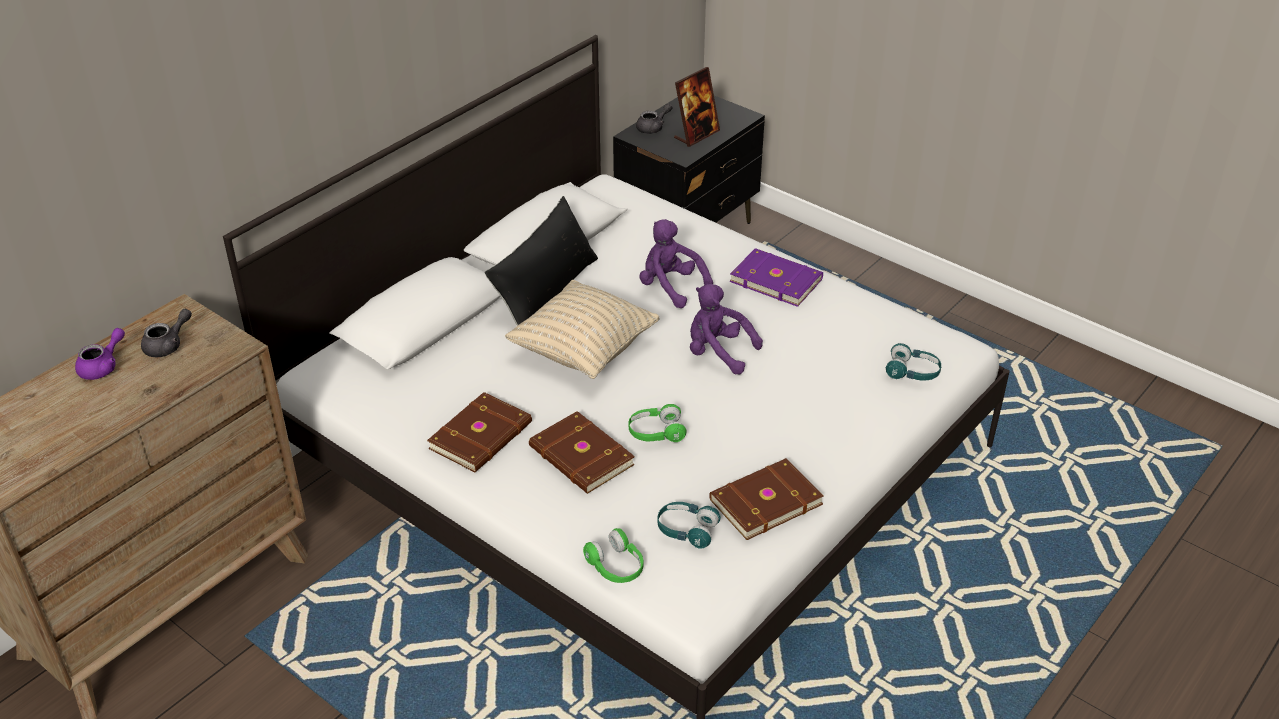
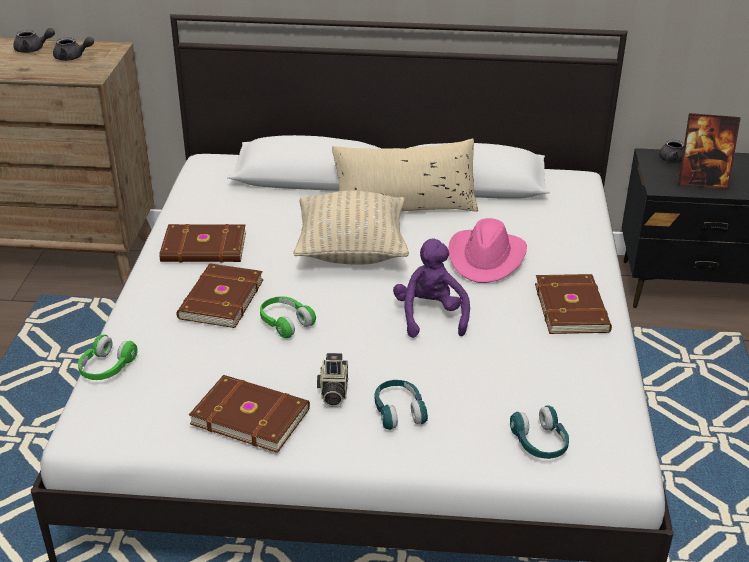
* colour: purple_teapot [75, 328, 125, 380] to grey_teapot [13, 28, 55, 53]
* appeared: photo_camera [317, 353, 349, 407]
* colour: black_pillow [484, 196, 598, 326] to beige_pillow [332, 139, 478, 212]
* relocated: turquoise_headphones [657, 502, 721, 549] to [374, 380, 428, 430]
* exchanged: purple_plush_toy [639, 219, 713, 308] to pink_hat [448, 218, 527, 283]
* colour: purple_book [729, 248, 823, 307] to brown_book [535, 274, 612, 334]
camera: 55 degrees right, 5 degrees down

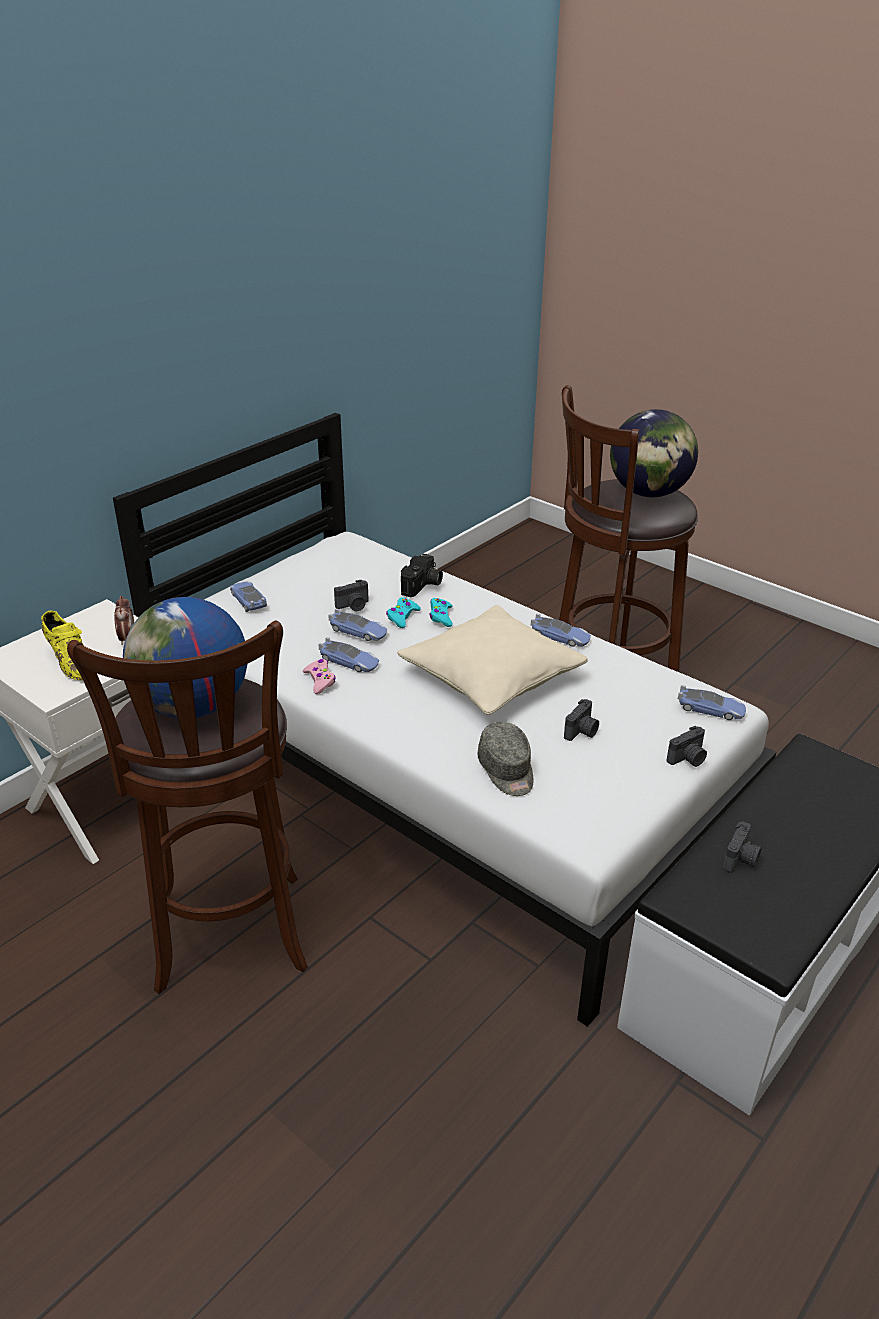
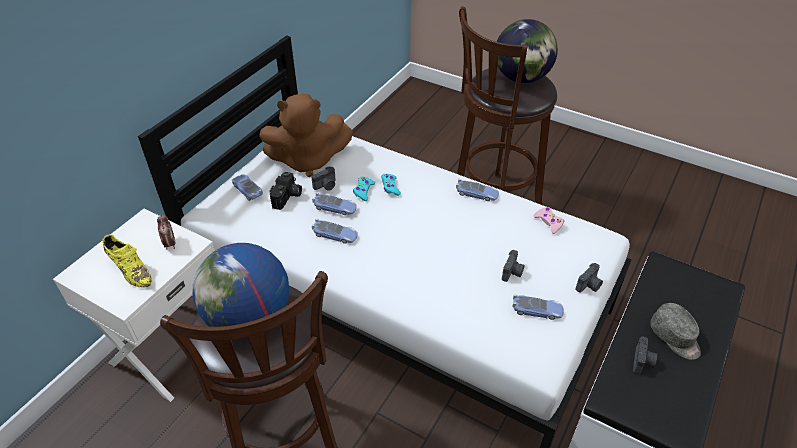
* appeared: brown_plush_toy [259, 94, 353, 177]
* relocated: photo_camera [401, 554, 443, 597] to [269, 172, 302, 210]
* relocated: toy_car [678, 685, 746, 720] to [512, 294, 564, 320]
* relocated: pink_game_controller [303, 659, 336, 694] to [533, 207, 564, 234]
* relocated: grey_cap [477, 722, 533, 796] to [650, 303, 701, 360]
* missing: beige_pillow [397, 605, 588, 715]
camera: 10 degrees left, 10 degrees up

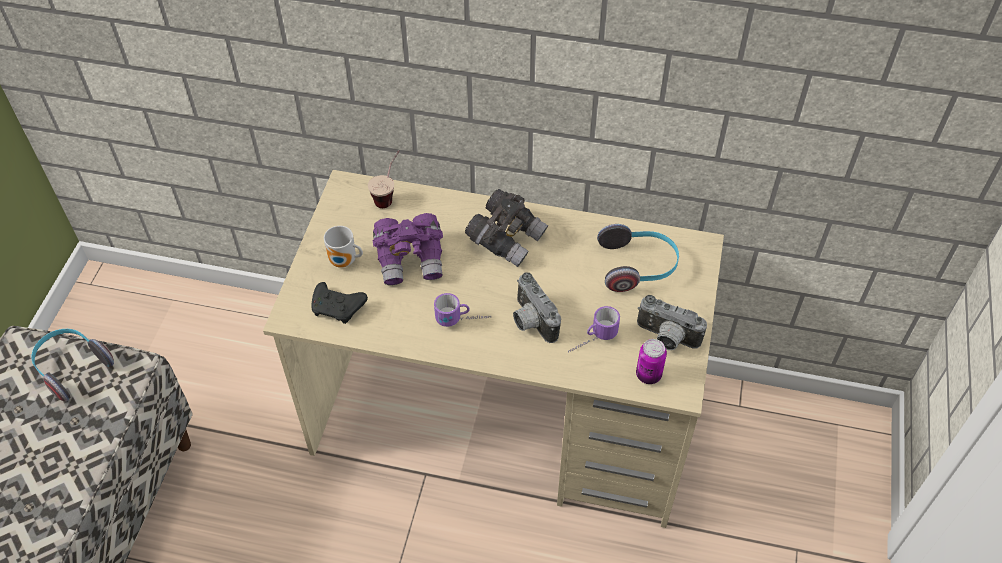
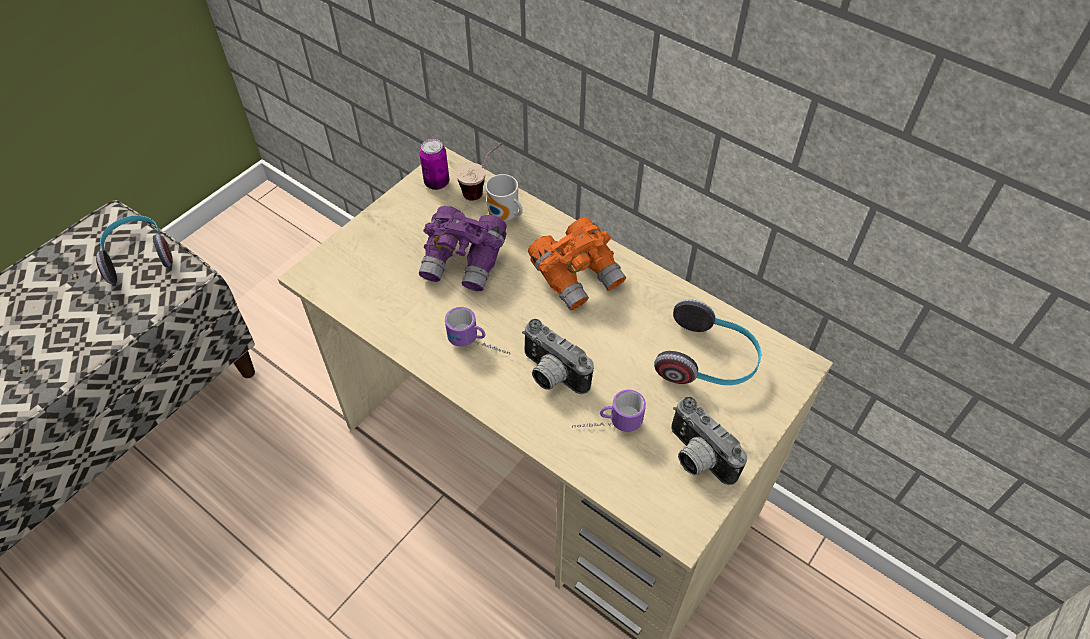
* relocated: can [636, 339, 667, 384] to [419, 139, 449, 190]
* relocated: mug [324, 226, 363, 268] to [486, 174, 523, 222]
* spun: photo_camera [513, 272, 561, 343] = [522, 319, 594, 394] 45 degrees counterclockwise
* colour: grey_binoculars [465, 189, 548, 267] to orange_binoculars [528, 217, 626, 310]
* missing: black_game_controller [311, 282, 368, 324]
camera: 25 degrees right, 0 degrees up

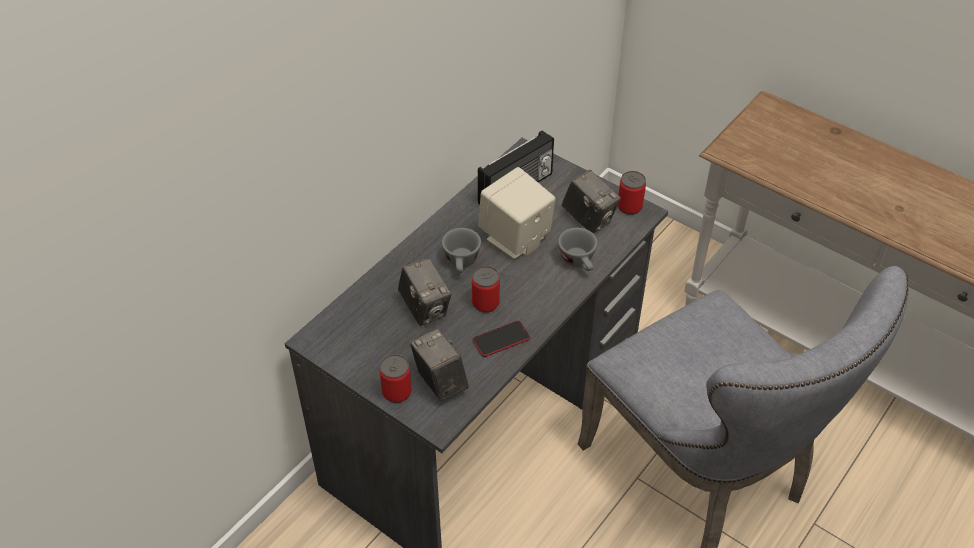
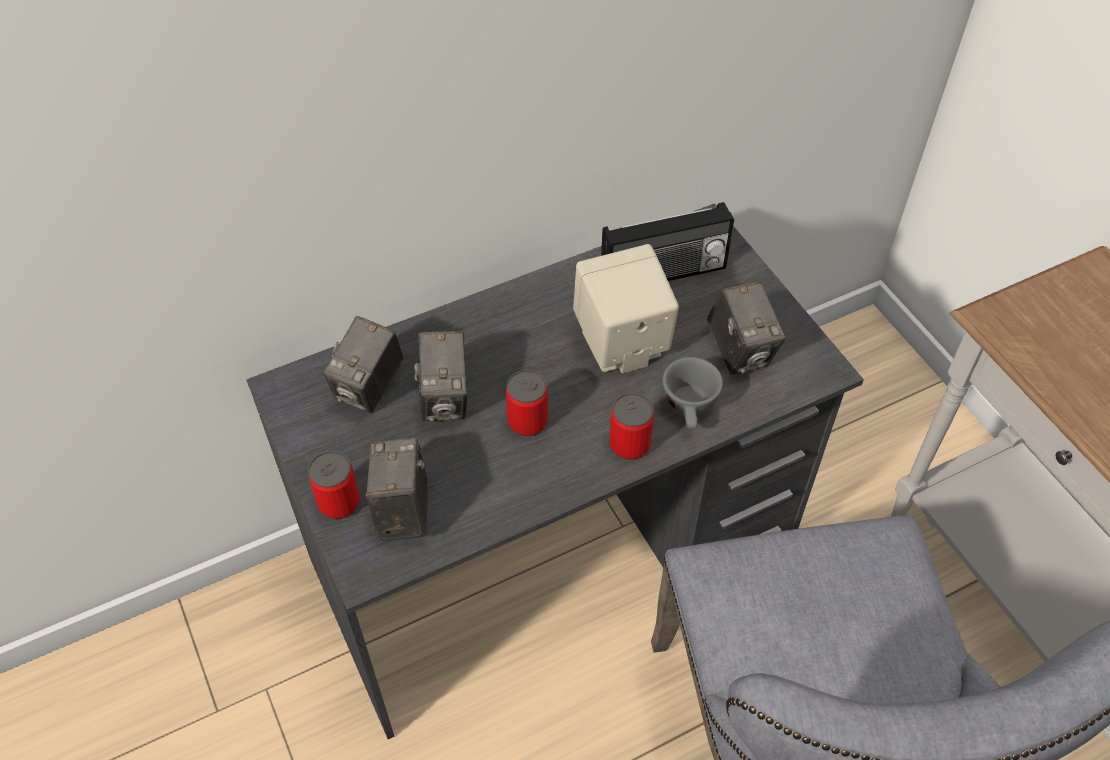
* appeared: photo_camera [324, 316, 403, 413]
* relocated: can [618, 171, 646, 215] to [610, 393, 654, 460]
* missing: grey_cup [442, 228, 481, 273]
* missing: phone [472, 321, 530, 357]
camera: 25 degrees right, 5 degrees up

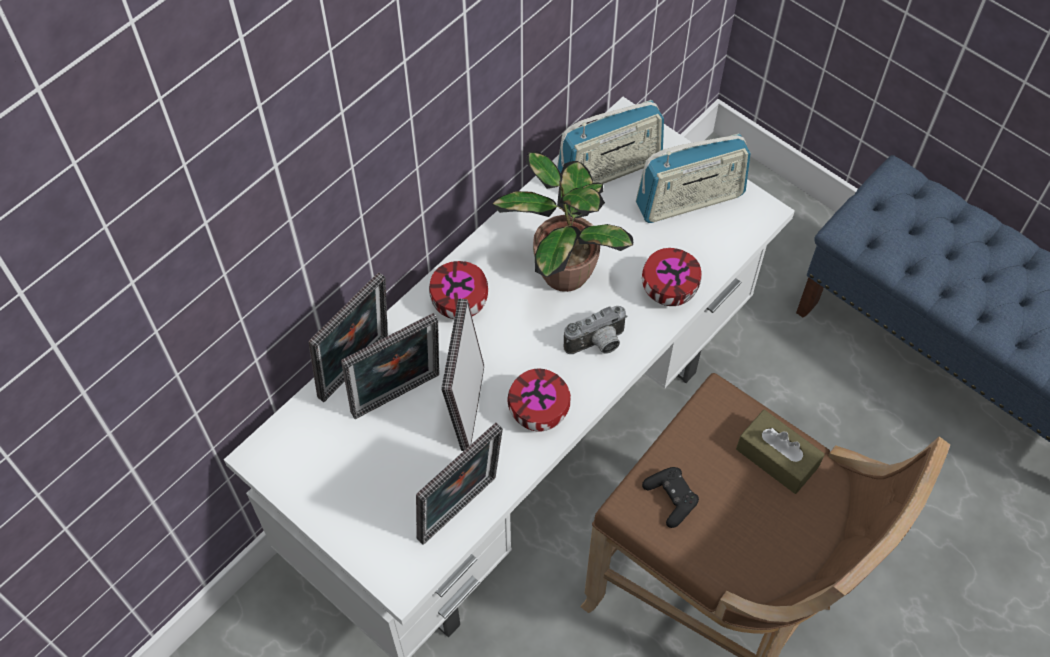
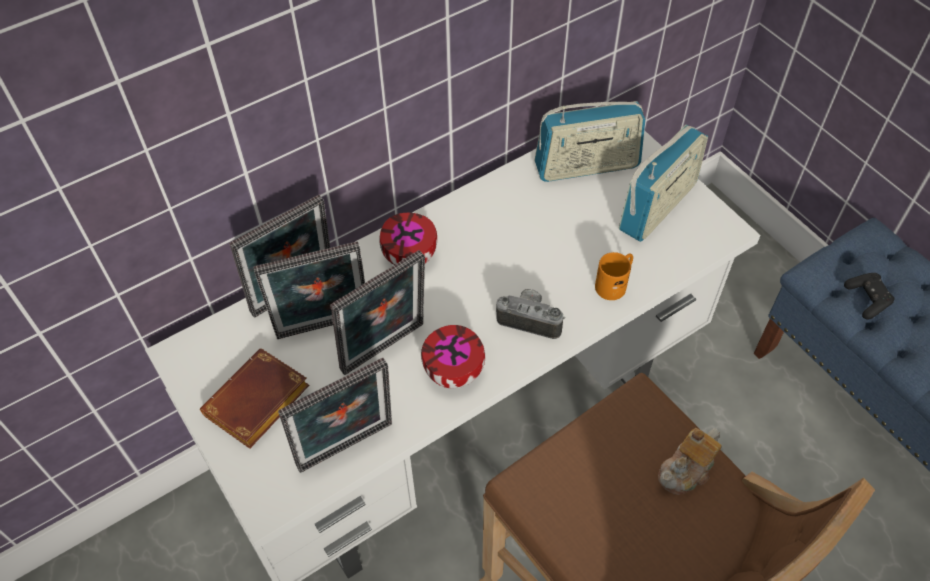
* appeared: brown_book [200, 348, 309, 449]
* spun: picture_frame [441, 299, 484, 451] = [330, 250, 425, 375] 150 degrees counterclockwise
* spun: photo_camera [564, 306, 628, 354] = [496, 289, 565, 339] 150 degrees counterclockwise
* exchanged: bowl [642, 248, 702, 306] to orange_mug [595, 252, 633, 300]
* spun: radio [636, 133, 751, 223] = [619, 125, 708, 242] 45 degrees counterclockwise
* exchanged: brown_tissue_box [736, 410, 825, 494] to teapot [658, 428, 721, 495]
* relocated: black_game_controller [642, 467, 699, 528] to [844, 273, 895, 319]
* missing: potted_plant [492, 151, 633, 292]
camera: 15 degrees right, 5 degrees down

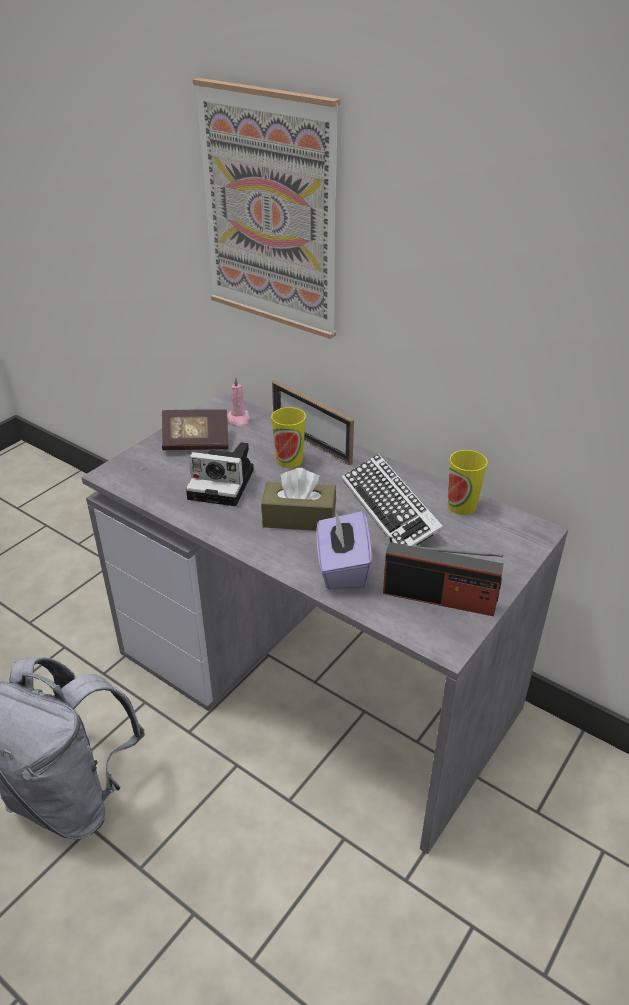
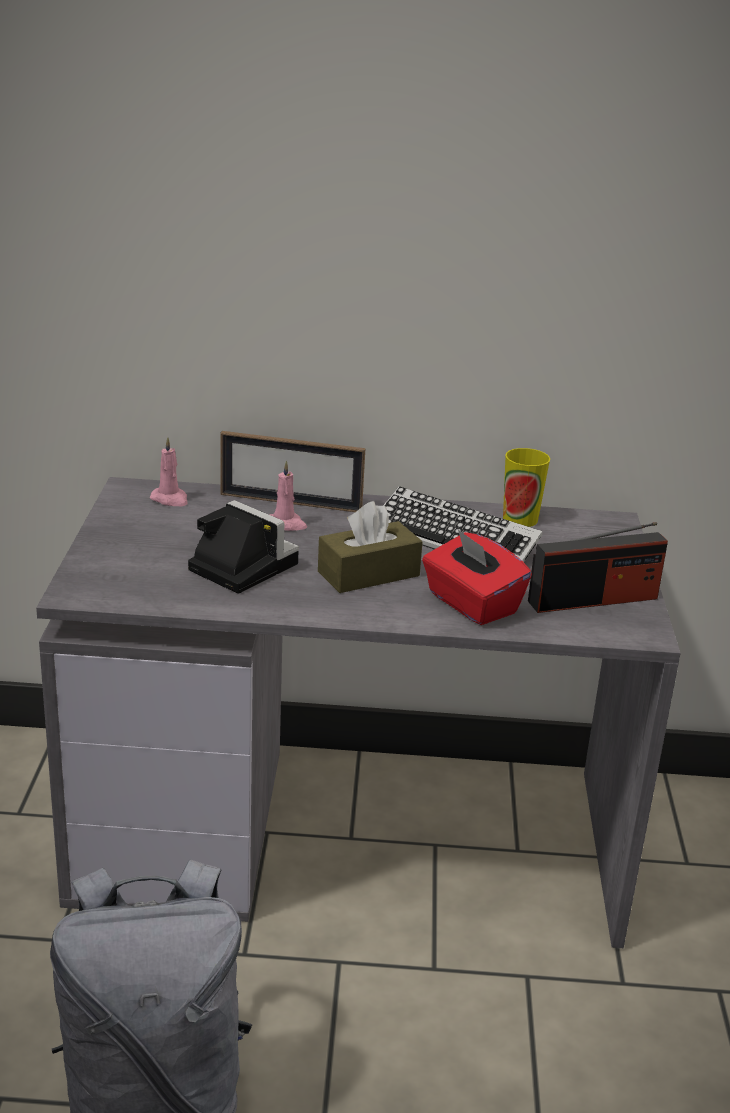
* spun: photo_camera [186, 442, 254, 506] = [188, 500, 299, 594] 120 degrees counterclockwise
* exchanged: cup [271, 407, 306, 468] to pink_candle [269, 460, 307, 531]
* colour: purple_tissue_box [317, 511, 372, 589] to red_tissue_box [422, 529, 532, 625]
* missing: book [162, 409, 229, 450]
* missing: picture [193, 78, 340, 339]
camera: 35 degrees left, 10 degrees down

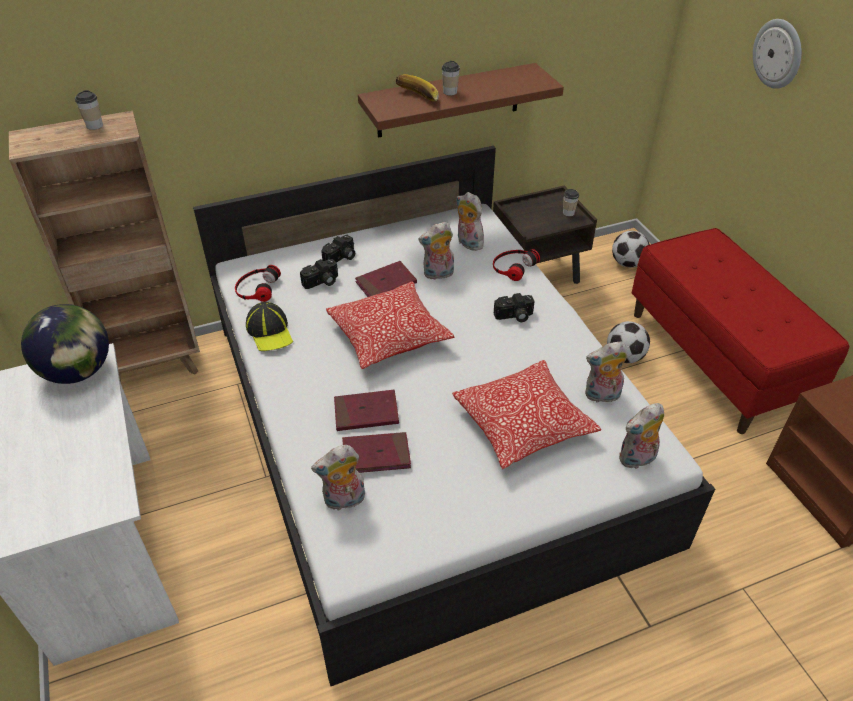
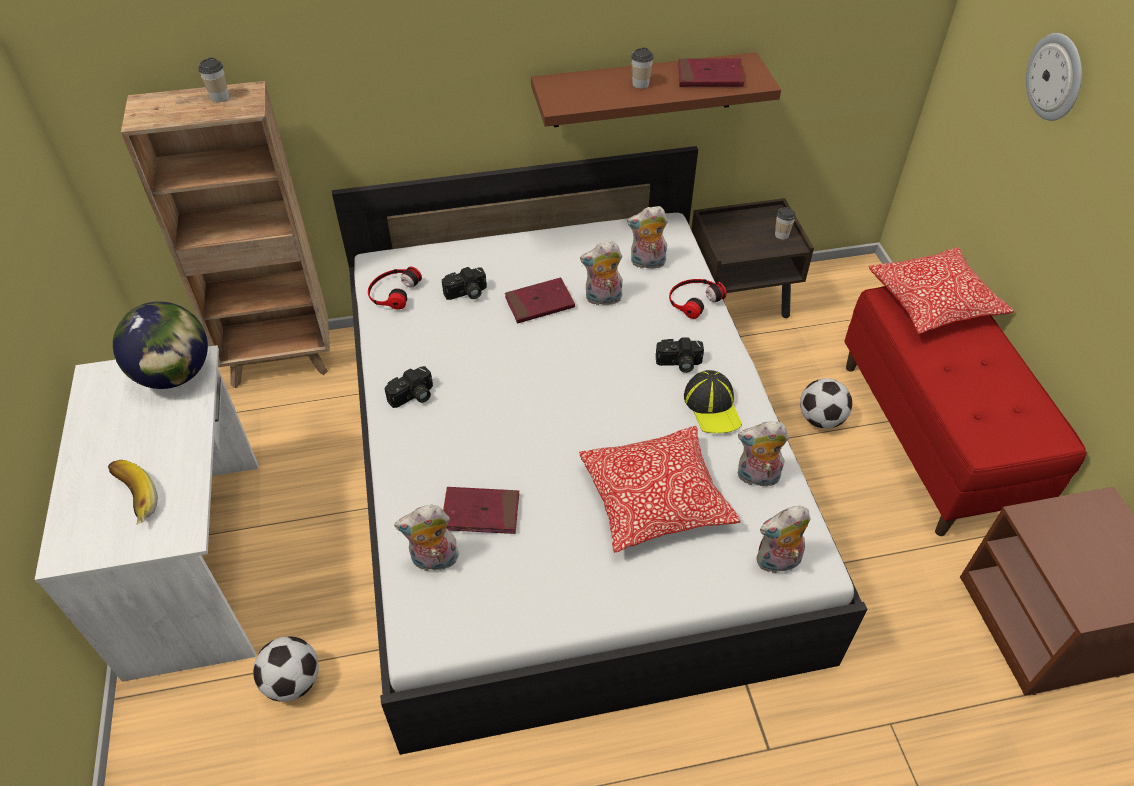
* relocated: banana [396, 74, 439, 101] to [108, 460, 158, 524]
* relocated: football [612, 231, 650, 267] to [253, 636, 319, 702]
* relocated: photo_camera [321, 235, 355, 263] to [385, 366, 433, 408]
* spun: plush_toy [457, 192, 484, 251] = [627, 206, 668, 269] 60 degrees counterclockwise
* relocated: red_book [334, 390, 399, 431] to [678, 58, 744, 87]
* relocated: cap [246, 302, 293, 351] to [684, 370, 742, 433]
* relocated: pillow [326, 281, 454, 369] to [869, 247, 1014, 334]
camera: 10 degrees right, 5 degrees up

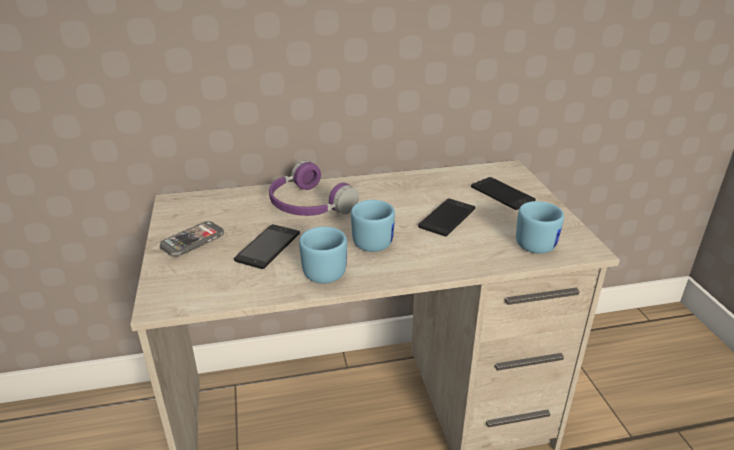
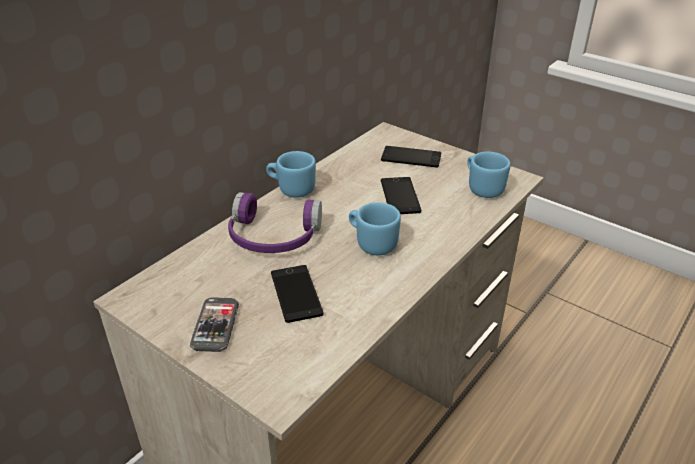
* relocated: blue_mug [299, 227, 347, 284] to [266, 151, 316, 198]
camera: 40 degrees left, 5 degrees up

